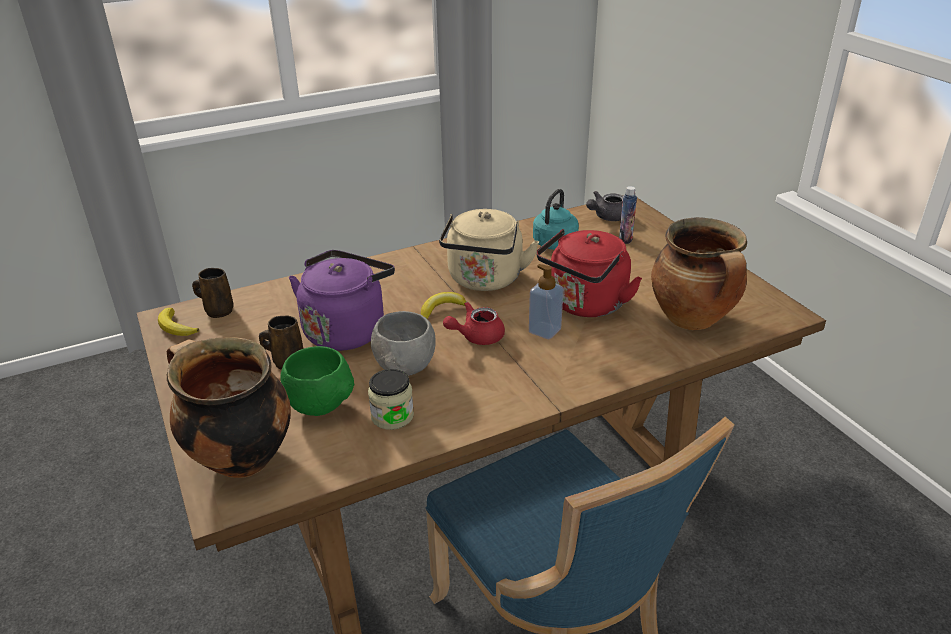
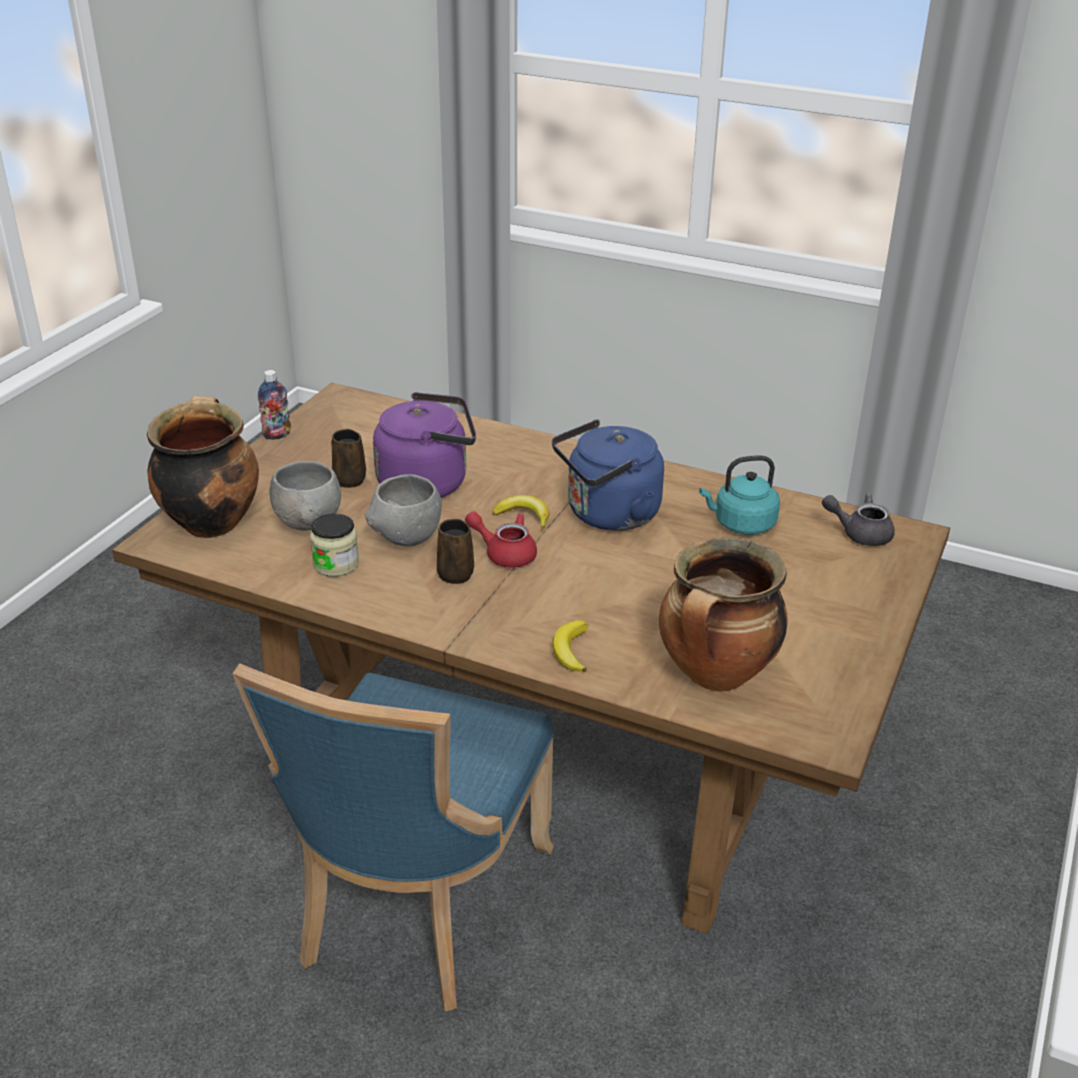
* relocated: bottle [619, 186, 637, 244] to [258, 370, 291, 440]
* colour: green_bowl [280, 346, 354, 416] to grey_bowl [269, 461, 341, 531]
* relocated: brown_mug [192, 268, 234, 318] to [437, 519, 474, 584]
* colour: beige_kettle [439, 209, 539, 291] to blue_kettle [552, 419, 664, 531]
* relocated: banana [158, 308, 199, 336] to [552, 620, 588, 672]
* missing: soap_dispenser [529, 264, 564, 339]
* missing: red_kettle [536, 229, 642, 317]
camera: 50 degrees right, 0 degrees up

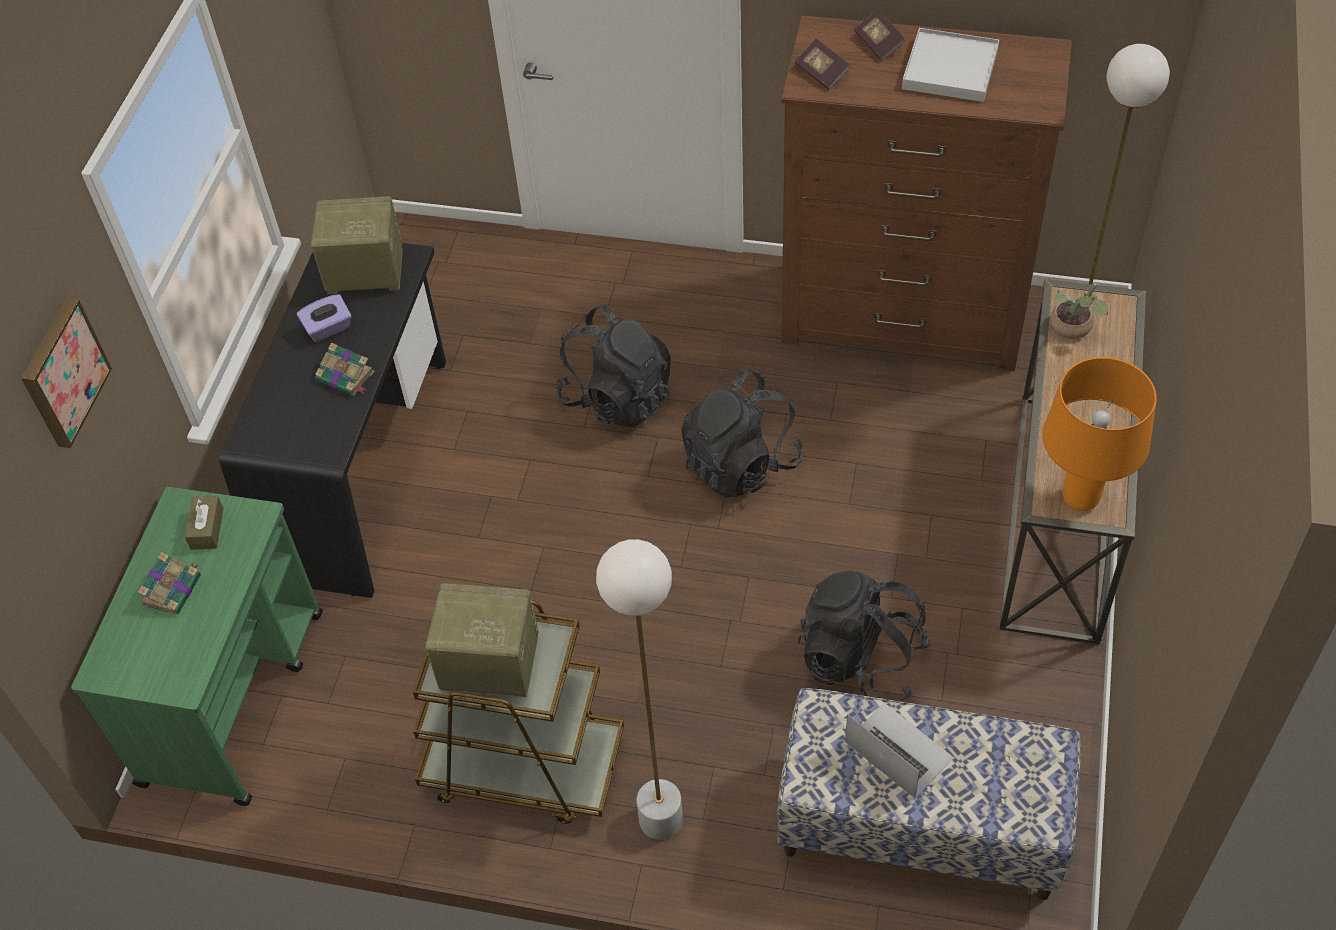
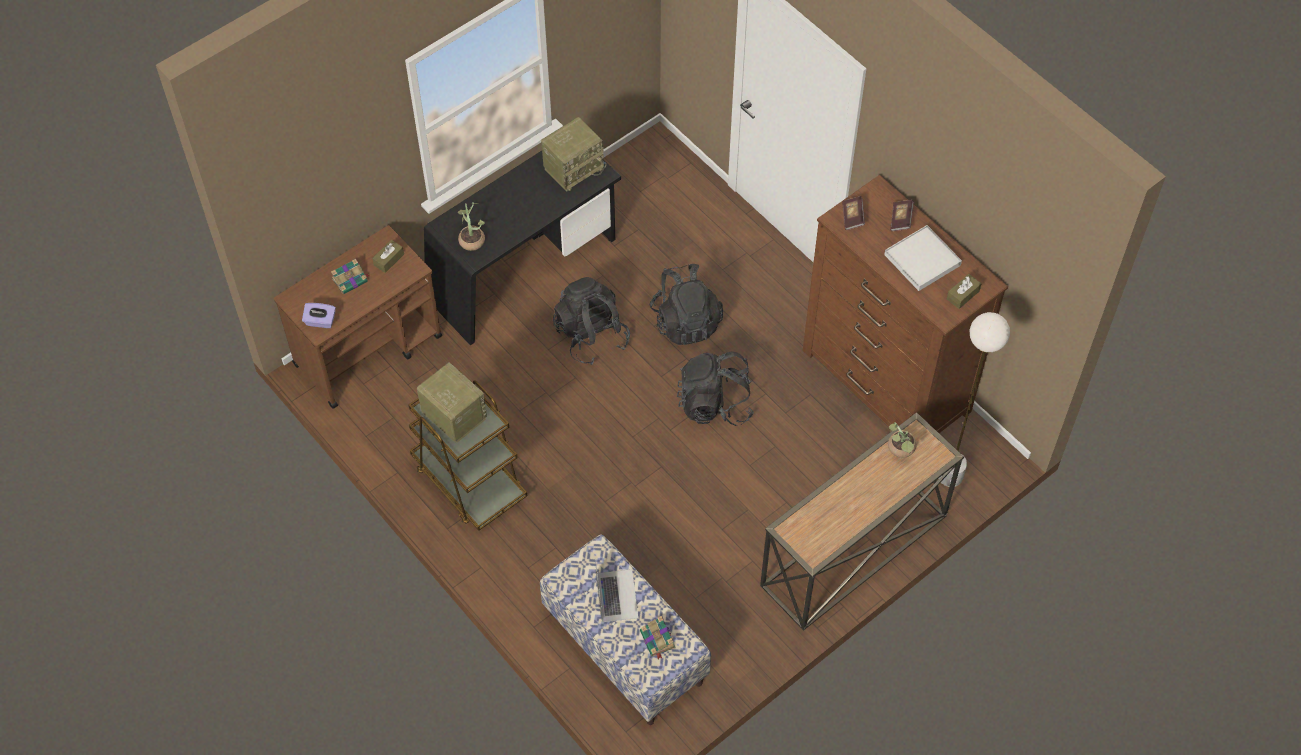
* colour: green_cart [71, 487, 323, 806] to brown_cart [274, 225, 442, 409]
* relocated: purple_tissue_box [297, 294, 352, 342] to [302, 303, 336, 328]
* appeared: potted_plant [458, 202, 485, 251]
* spun: radio [311, 196, 403, 294] = [541, 117, 607, 192] 105 degrees clockwise
* relocated: black_backpack [798, 570, 931, 702] to [553, 277, 630, 365]
* relocated: book [315, 342, 375, 396] to [640, 616, 676, 660]
* appeared: brown_tissue_box [947, 274, 982, 309]
* missing: picture [21, 298, 112, 448]
* missing: white_floor_lamp [596, 539, 683, 840]
* missing: orange_table_lamp [1042, 357, 1157, 511]
camera: 35 degrees right, 5 degrees up

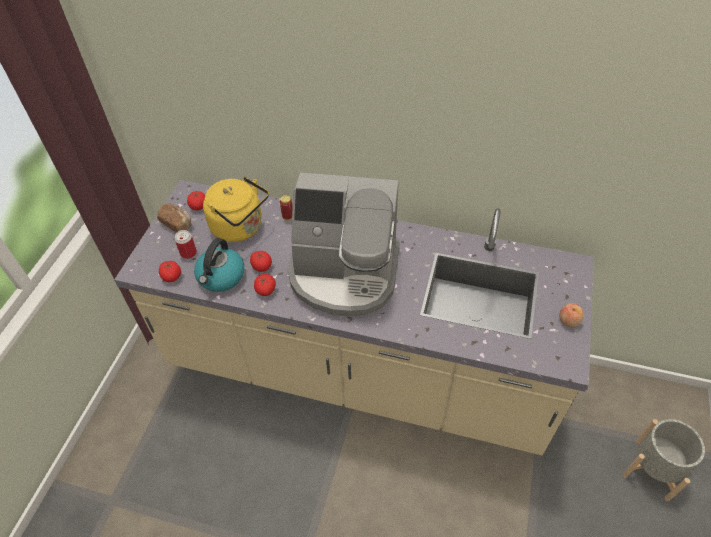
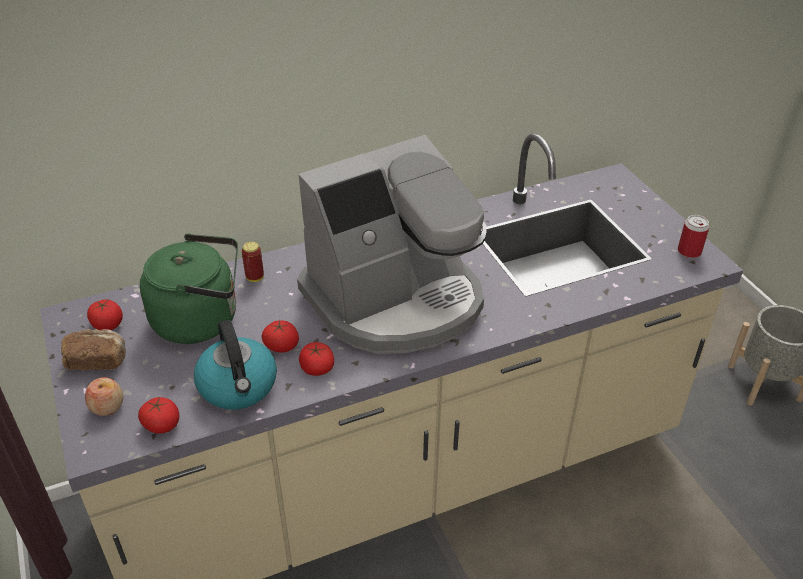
* relocated: apple [559, 303, 584, 327] to [85, 377, 123, 416]
* colour: yellow_kettle [203, 177, 269, 242] to green_kettle [140, 234, 238, 344]
* relocated: can [175, 230, 197, 259] to [678, 215, 710, 258]
camera: 40 degrees left, 10 degrees down

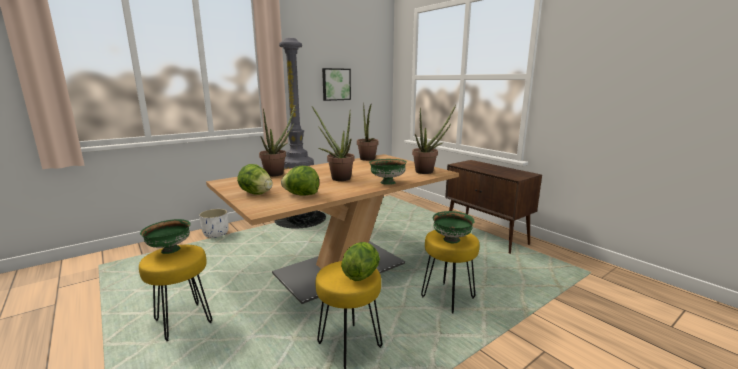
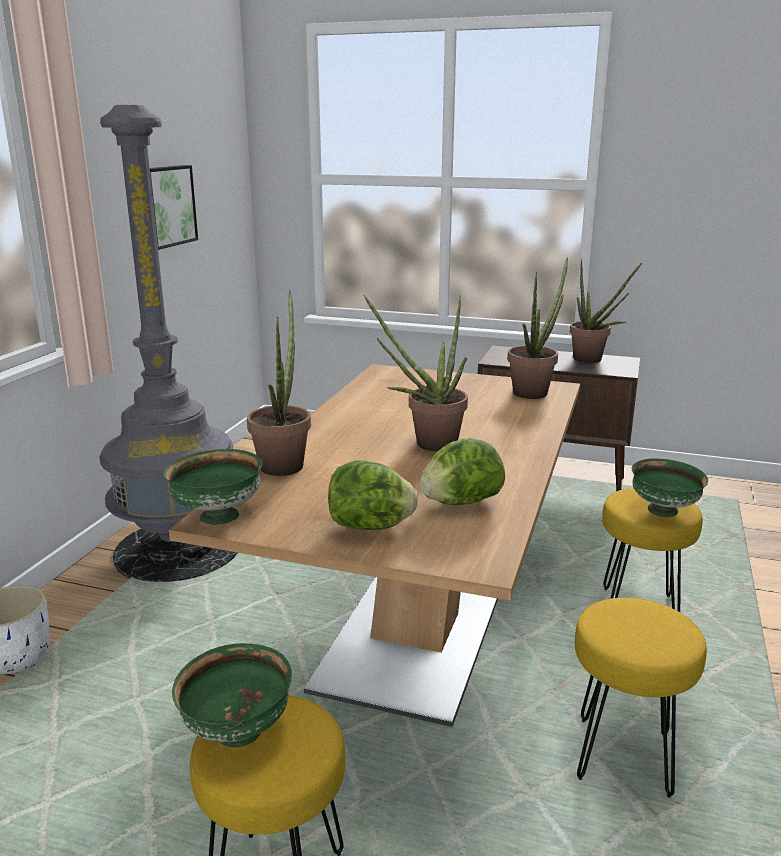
* relocated: green_bowl [369, 159, 407, 185] to [163, 449, 262, 525]
* relocated: potted_plant [357, 103, 379, 161] to [570, 258, 642, 363]
* missing: lettuce [341, 242, 380, 281]
camera: 35 degrees left, 5 degrees up

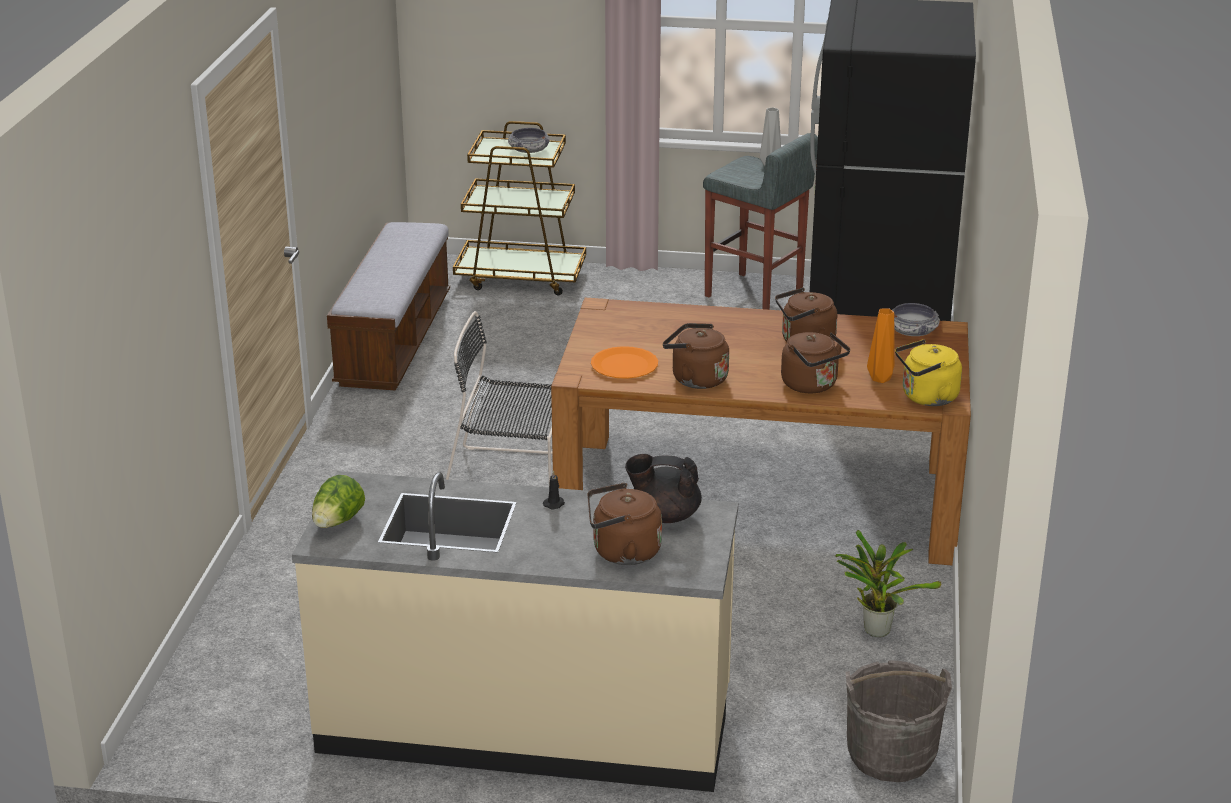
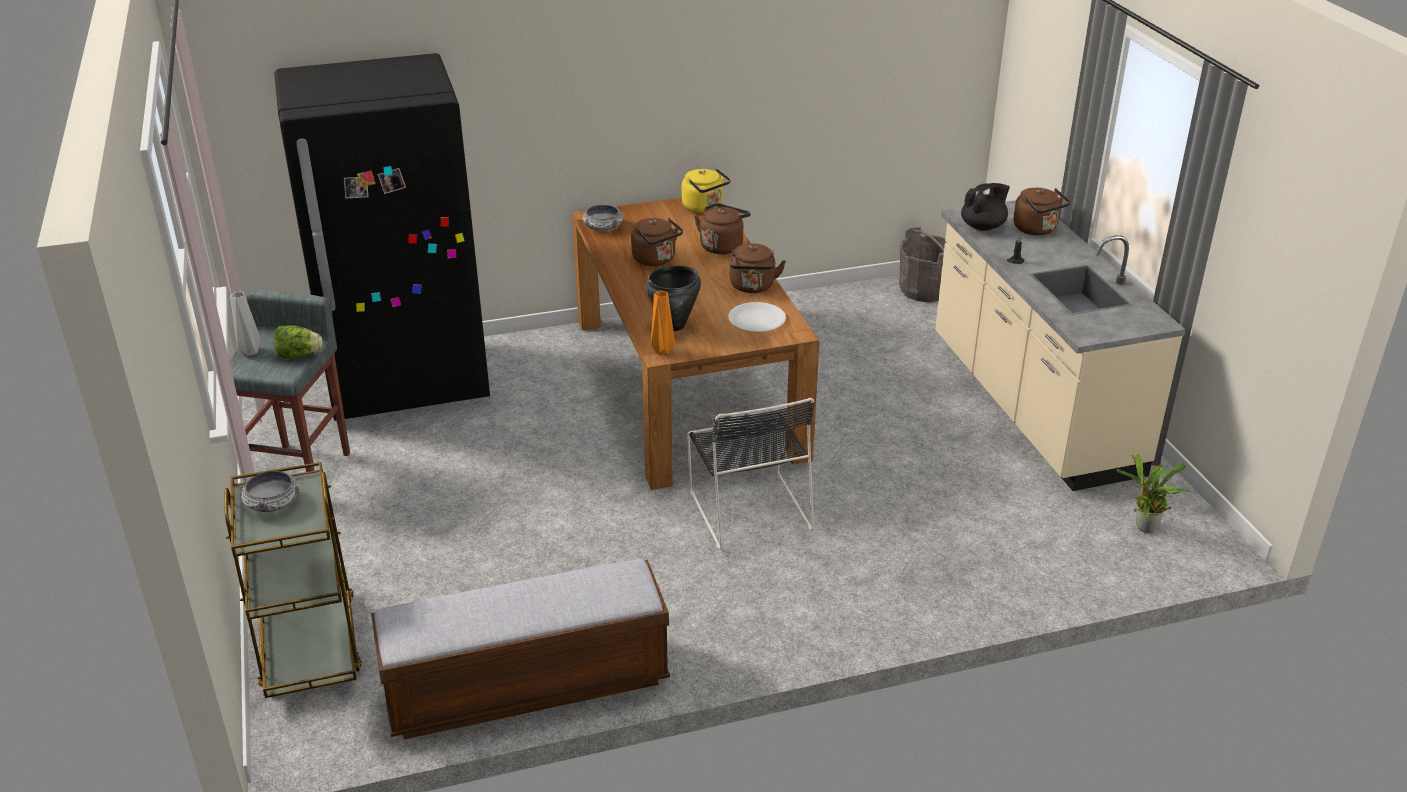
* relocated: lettuce [312, 475, 365, 528] to [273, 325, 322, 359]
* appeared: black_cooking_pot [645, 266, 701, 331]
* relocated: orange_vase [867, 308, 895, 383] to [651, 290, 675, 355]
* colour: orange_plate [591, 346, 658, 379] to white_plate [728, 302, 786, 332]
* spun: black_teapot [625, 454, 702, 523] = [961, 183, 1010, 231] 105 degrees counterclockwise
* relocated: potted_plant [835, 530, 942, 637] to [1116, 454, 1190, 533]
camera: 115 degrees left, 5 degrees up

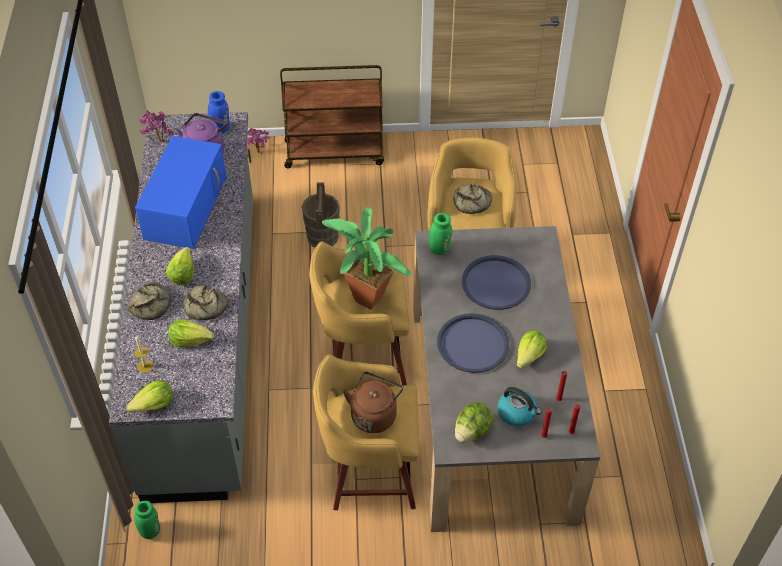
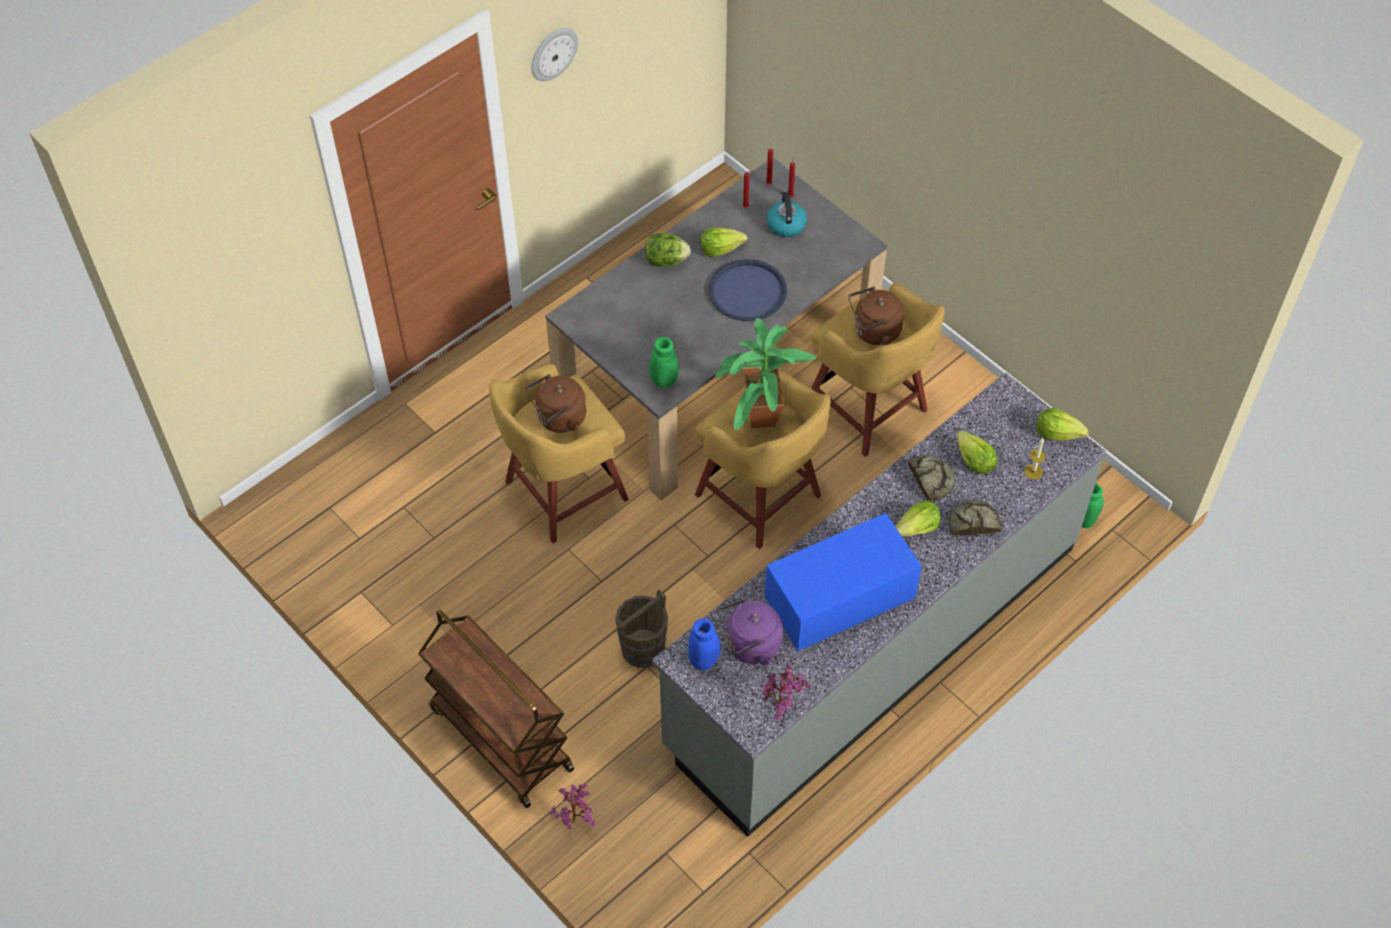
* exchanged: bread [453, 184, 492, 214] to brown_kettle [525, 374, 586, 433]
* appeared: wall_clock [531, 28, 578, 81]
* relocated: lettuce [455, 402, 494, 442] to [645, 233, 691, 267]
* missing: blue_tray [462, 255, 531, 310]
camera: 130 degrees left, 5 degrees up

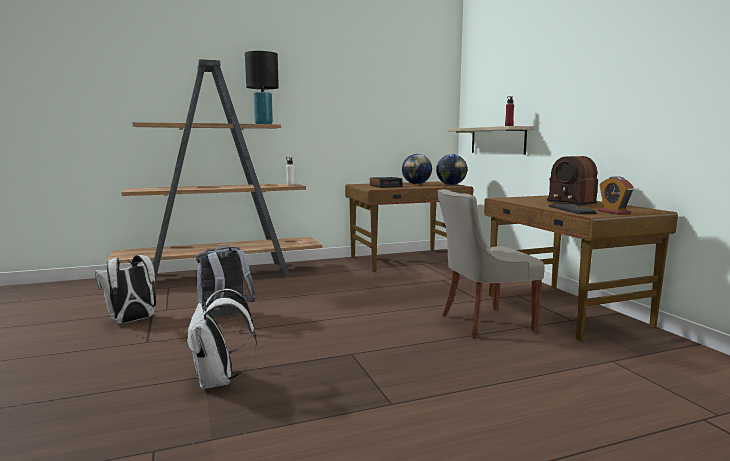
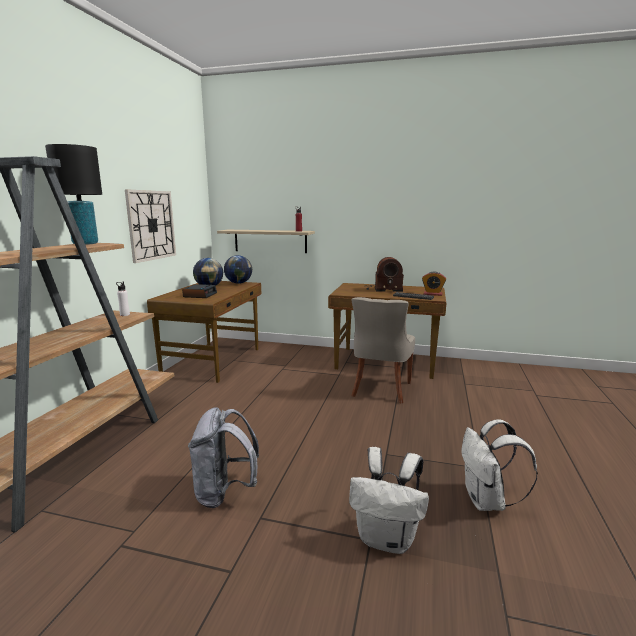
* appeared: wall_clock [125, 189, 176, 263]
* relocated: white_backpack [95, 255, 156, 324] to [461, 419, 538, 511]
camera: 55 degrees left, 5 degrees up

